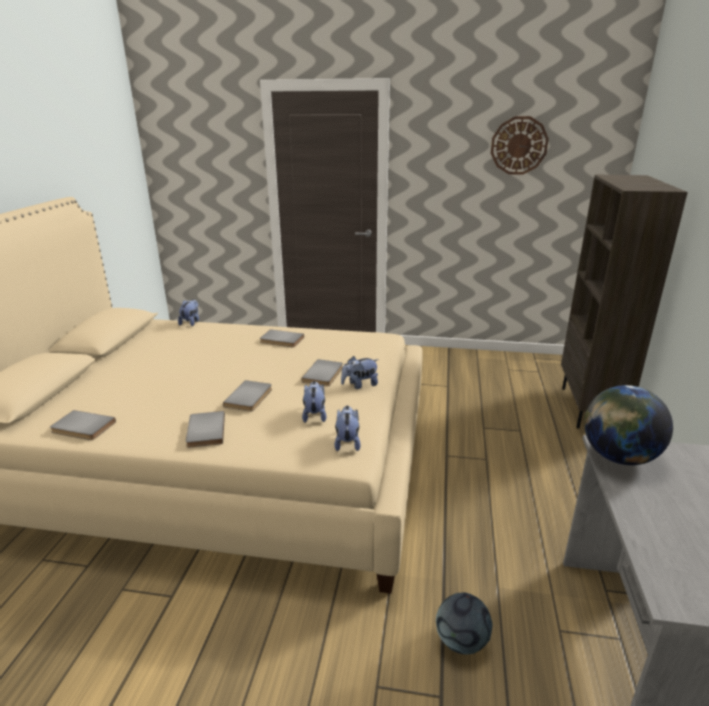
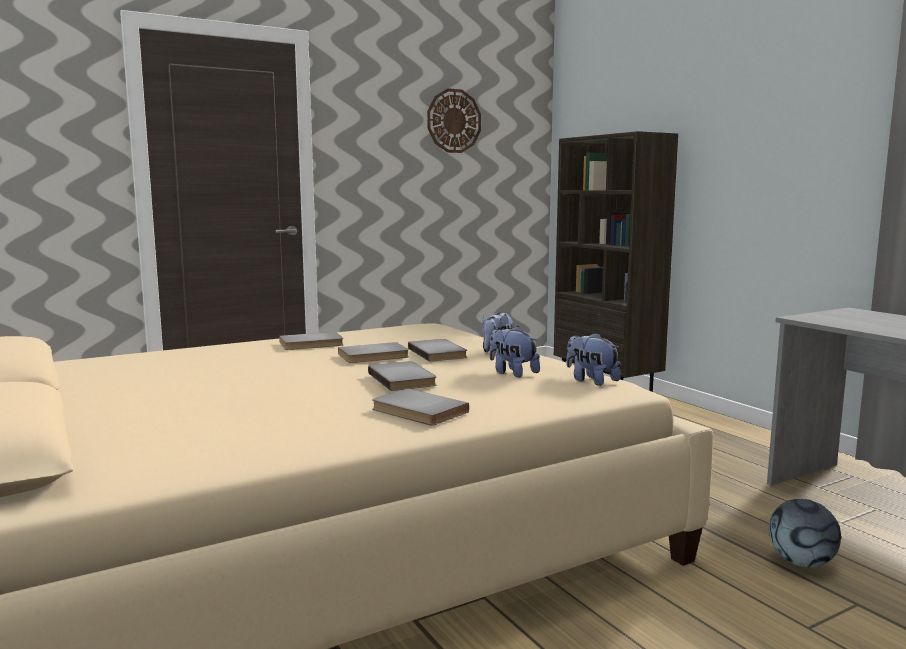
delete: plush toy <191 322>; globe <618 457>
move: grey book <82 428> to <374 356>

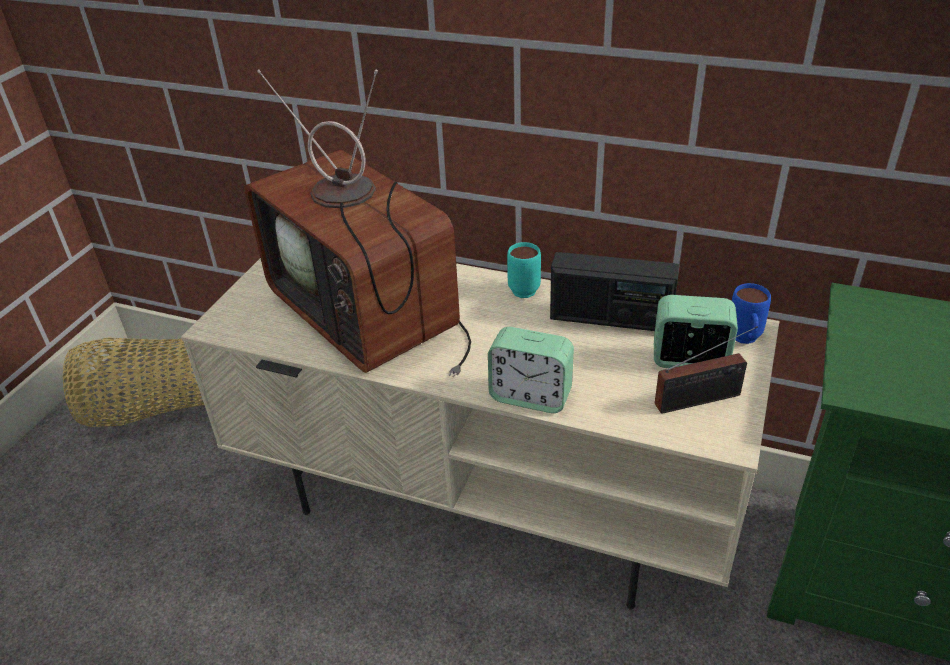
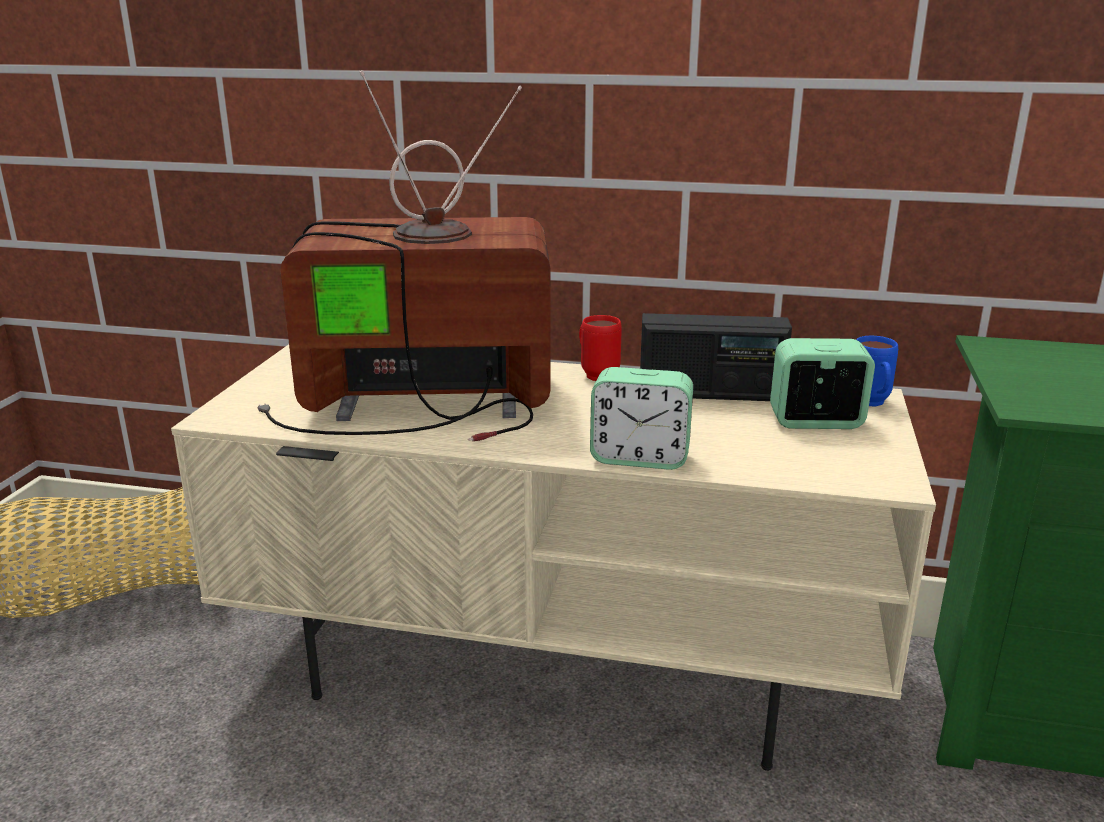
delete: radio <702 399>
recolor: turquoise mug <521 288> to red mug <595 374>
rotate: television <372 317> = <420 402> 135 degrees clockwise

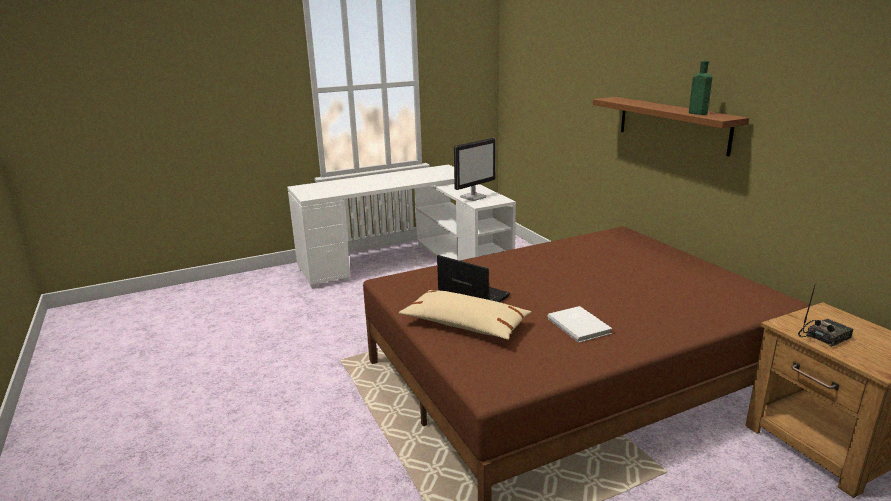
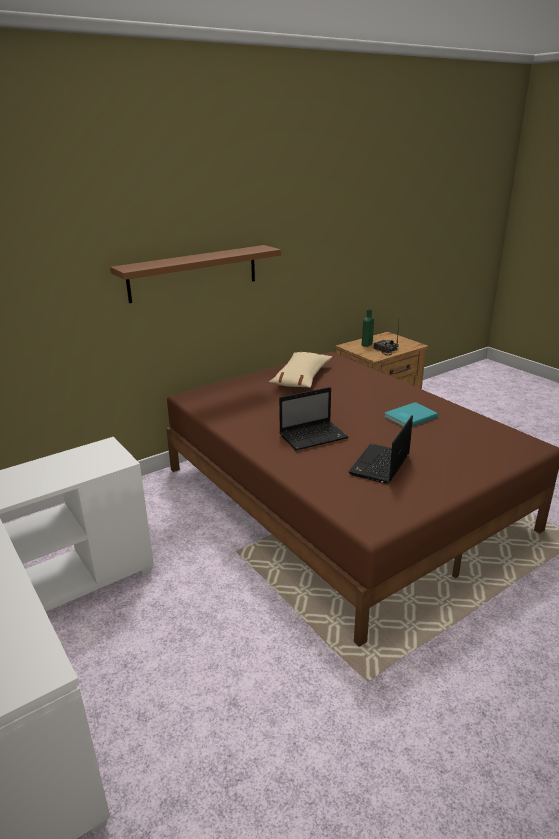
delete: monitor <473 197>
insert: laptop <314 436>
move: beige pillow <465 324> to <301 378>; green bottle <696 113> to <366 344>
recolor: white book <579 325> to turquoise book <409 416>

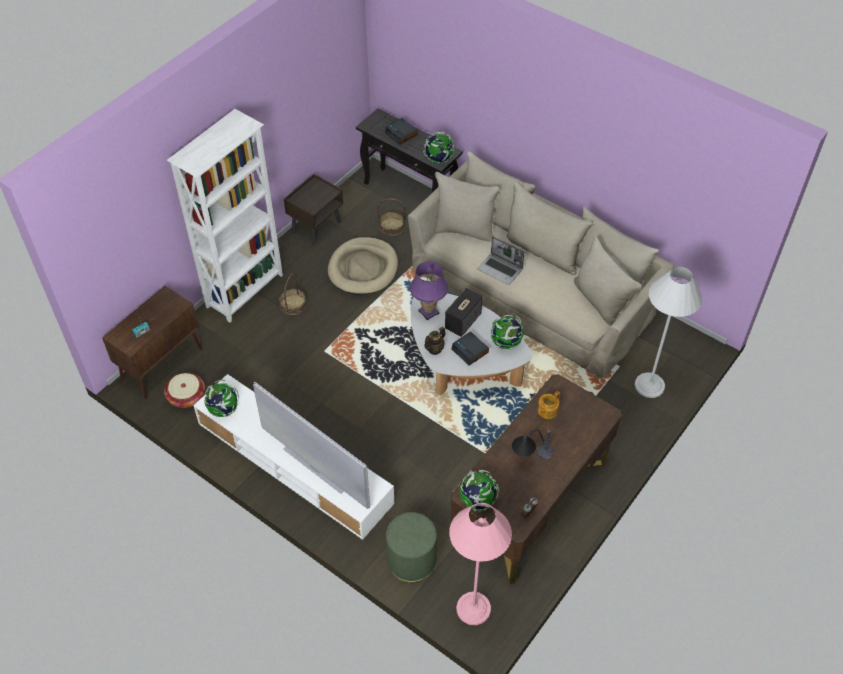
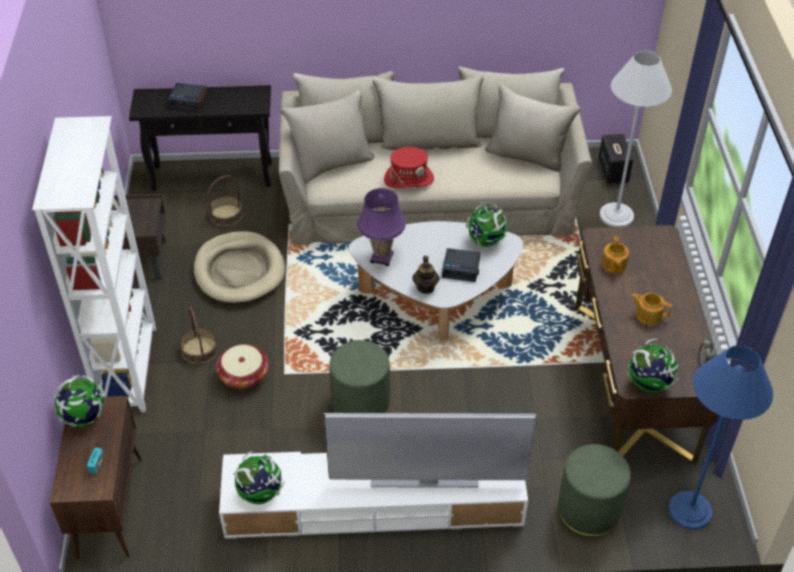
insert: green ottoman <360 404>
move: basket <186 397> to <244 376>; globe <438 160> to <84 417>; speaker <463 321> to <613 170>
replace: laptop <500 269> to red hat <409 179>; table lamp <530 458> to teapot <648 314>
recolor: pink floor lamp <473 608> to blue floor lamp <690 510>

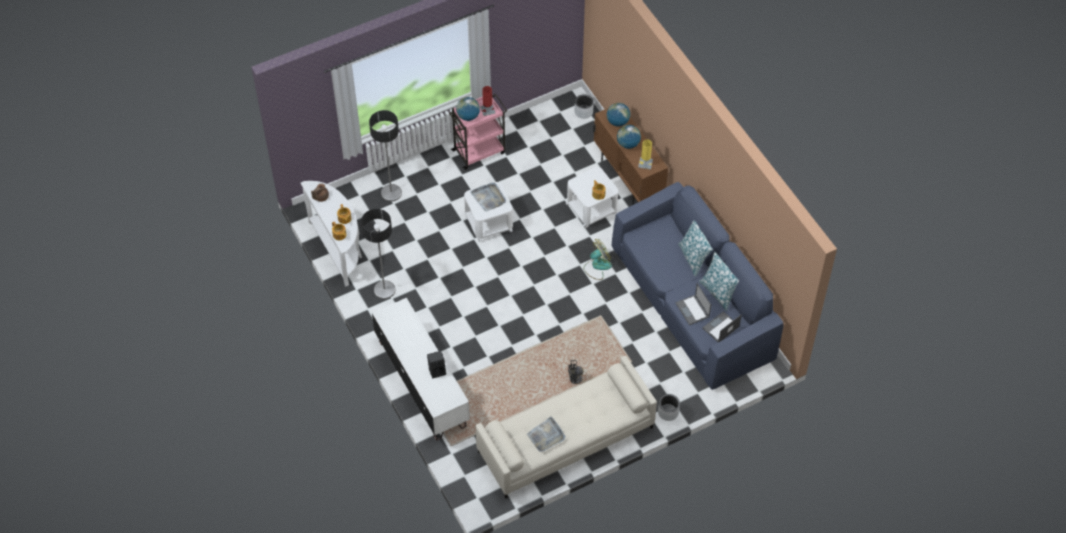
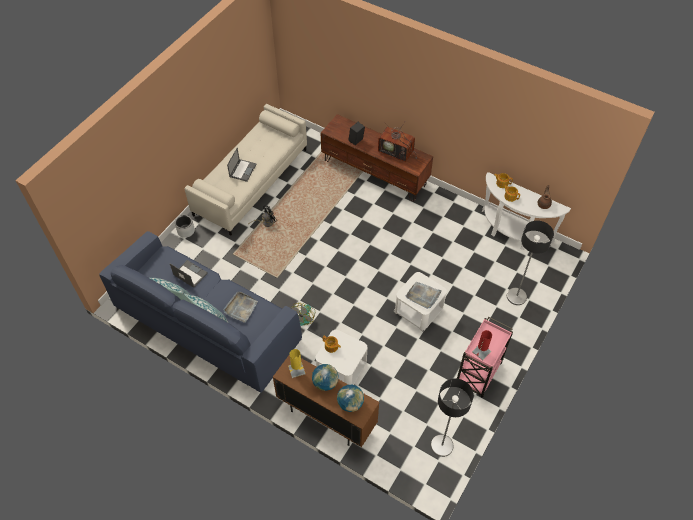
delete: globe <468 116>; grey planter <583 112>
insert: television <397 152>
move: floor lamp <384 290> to <441 446>; grey tray <546 436> to <240 308>; laptop <720 327> to <243 170>
recolor: white tv stand <422 383> to brown tv stand <375 172>

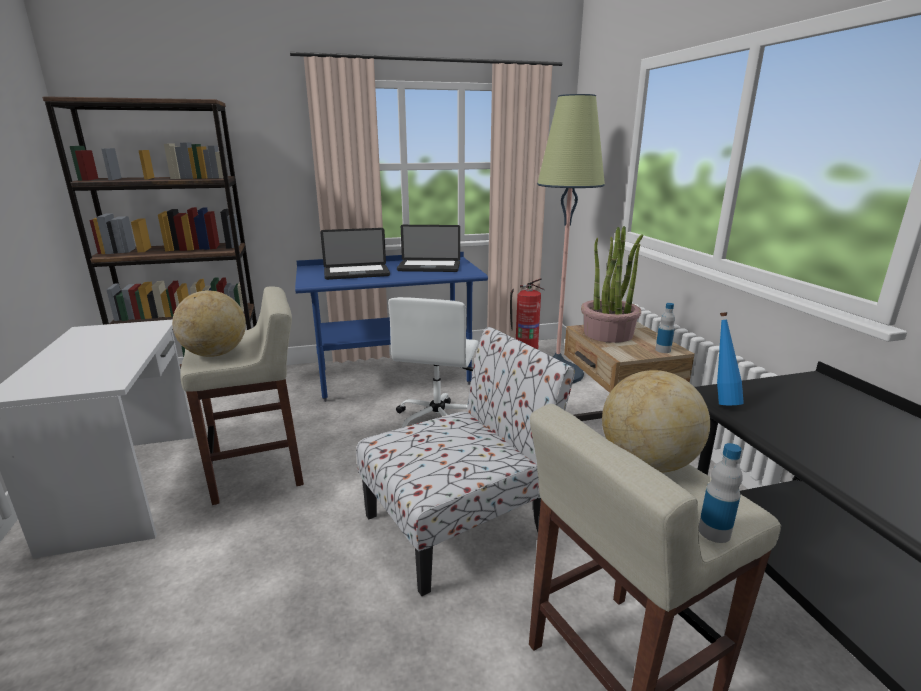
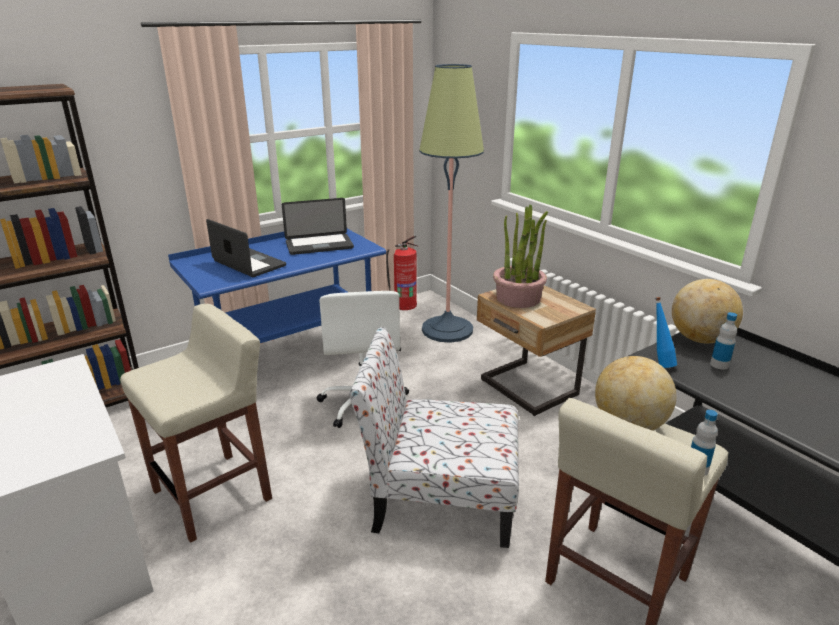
move: globe <215 354> to <700 339>; bottle <663 350> to <719 364>
rotate: laptop <356 273> = <249 263> 105 degrees counterclockwise; chair <460 523> = <440 498> 120 degrees counterclockwise

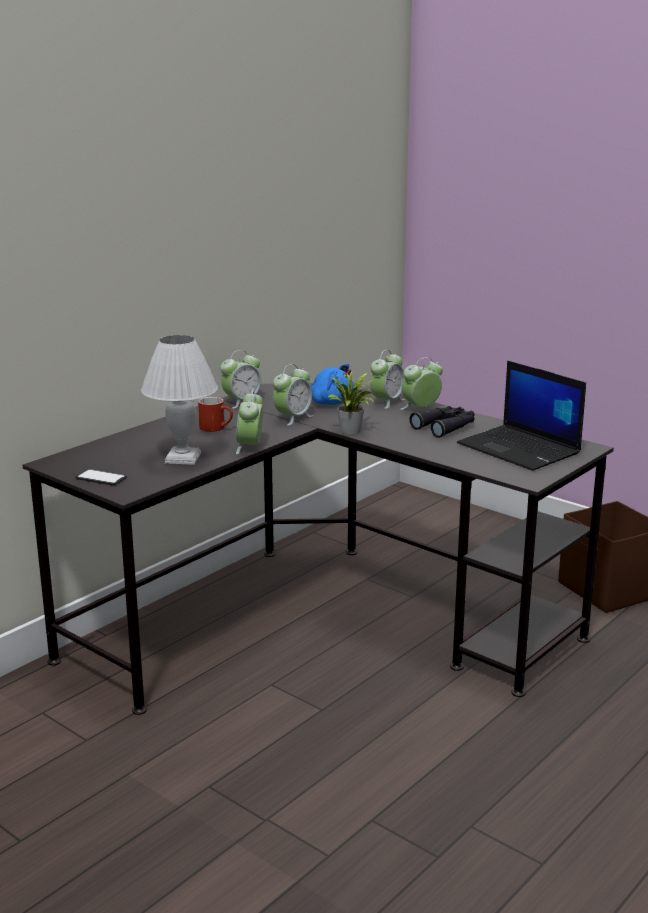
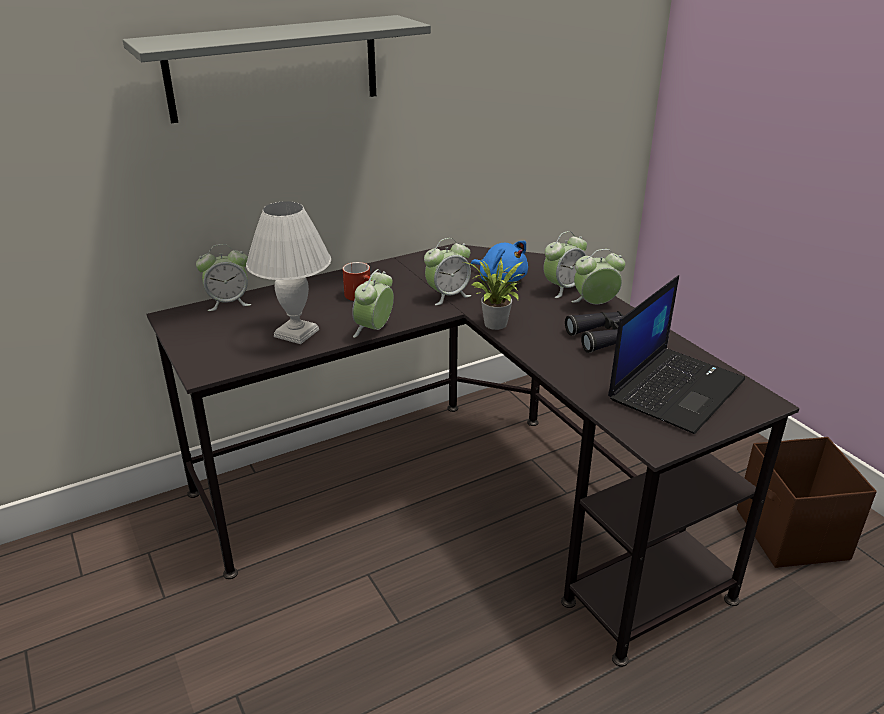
delete: phone <101 478>
insert: grey shelf <274 68>
move: alarm clock <242 402> to <228 303>
rotate: laptop <520 449> = <675 388> 120 degrees counterclockwise

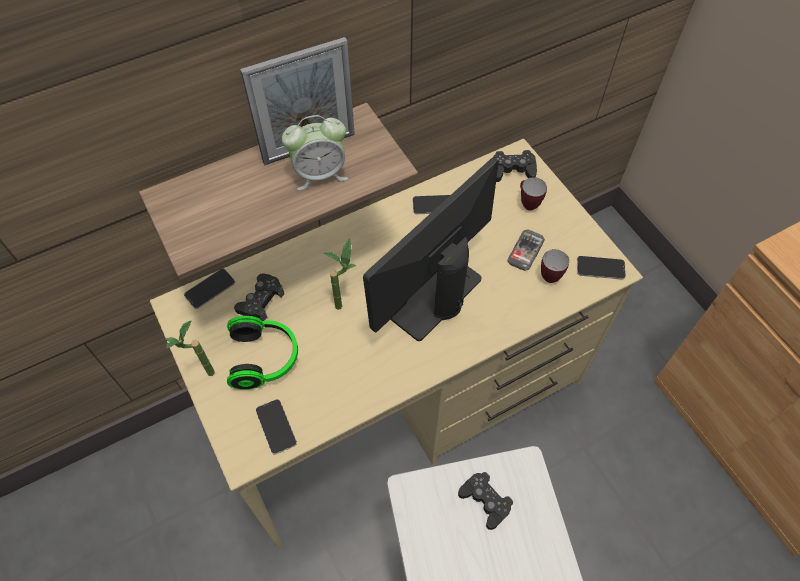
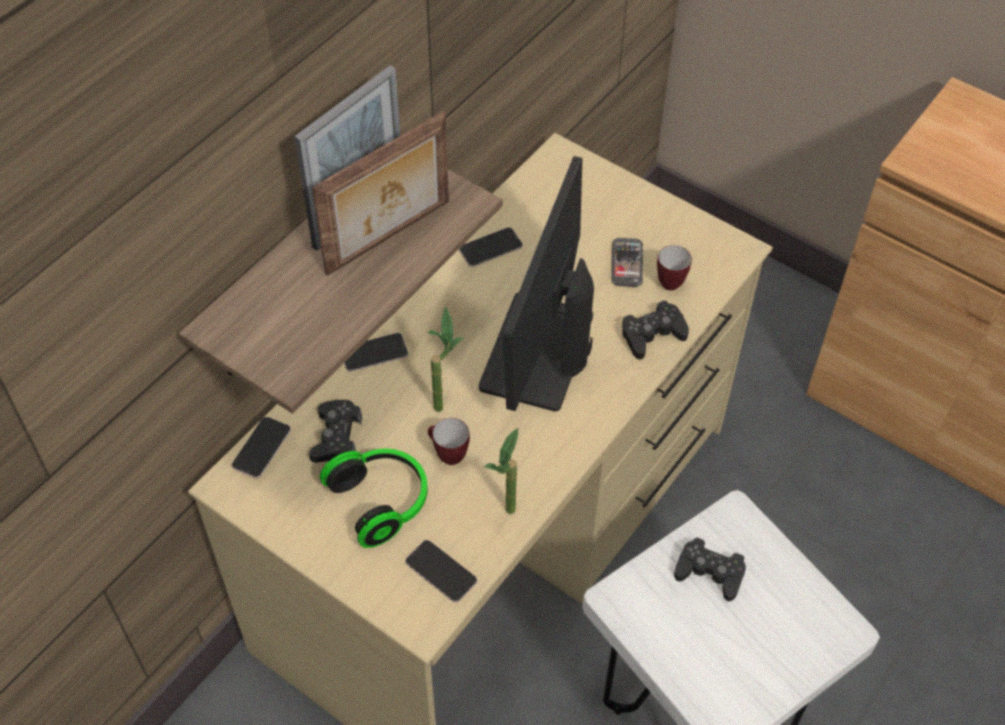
move: potted plant <204 378> to <506 518>; black game controller <512 170> to <652 334>; mug <527 203> to <447 455>; phone <600 268> to <374 353>
replace: alarm clock <319 174> to picture frame <390 238>

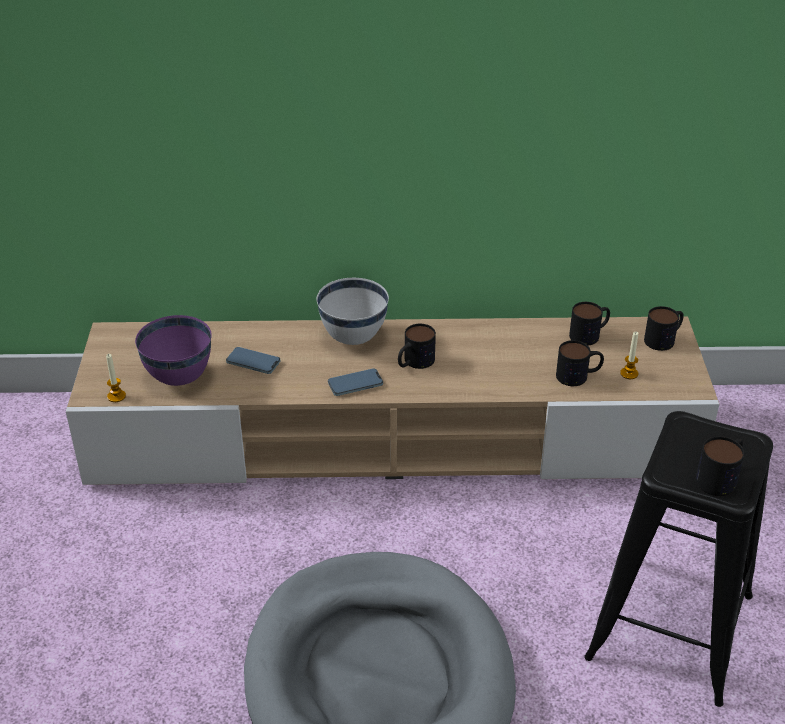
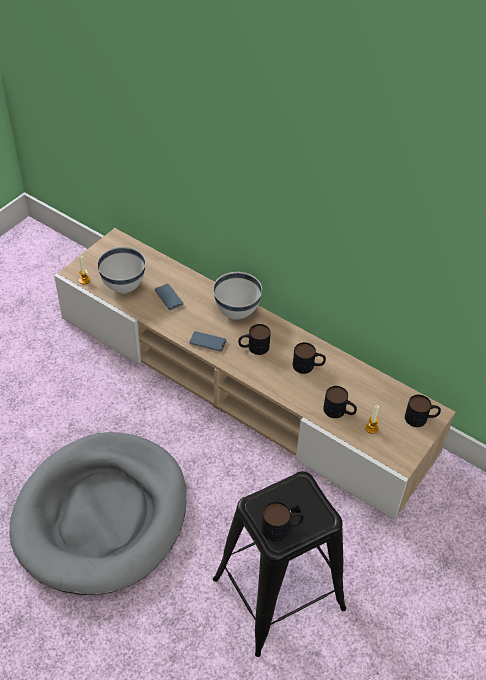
move: mug <590 334> to <308 366>
recolor: purple bowl <179 378> to white bowl <123 286>

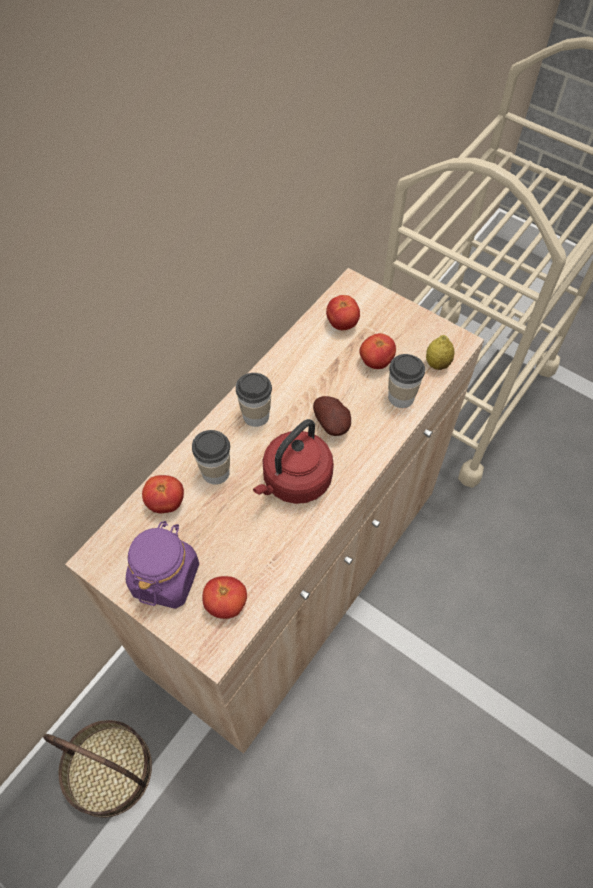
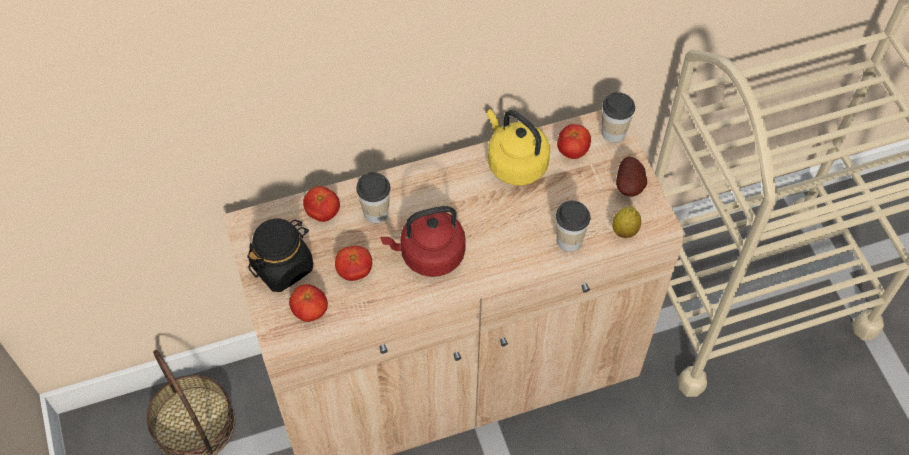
insert: yellow kettle <515 163>
move: cup <256 415> to <613 133>; potato <333 424> to <630 186>; tomato <376 361> to <355 271>
recolor: purple jar <165 577> to black jar <283 266>

